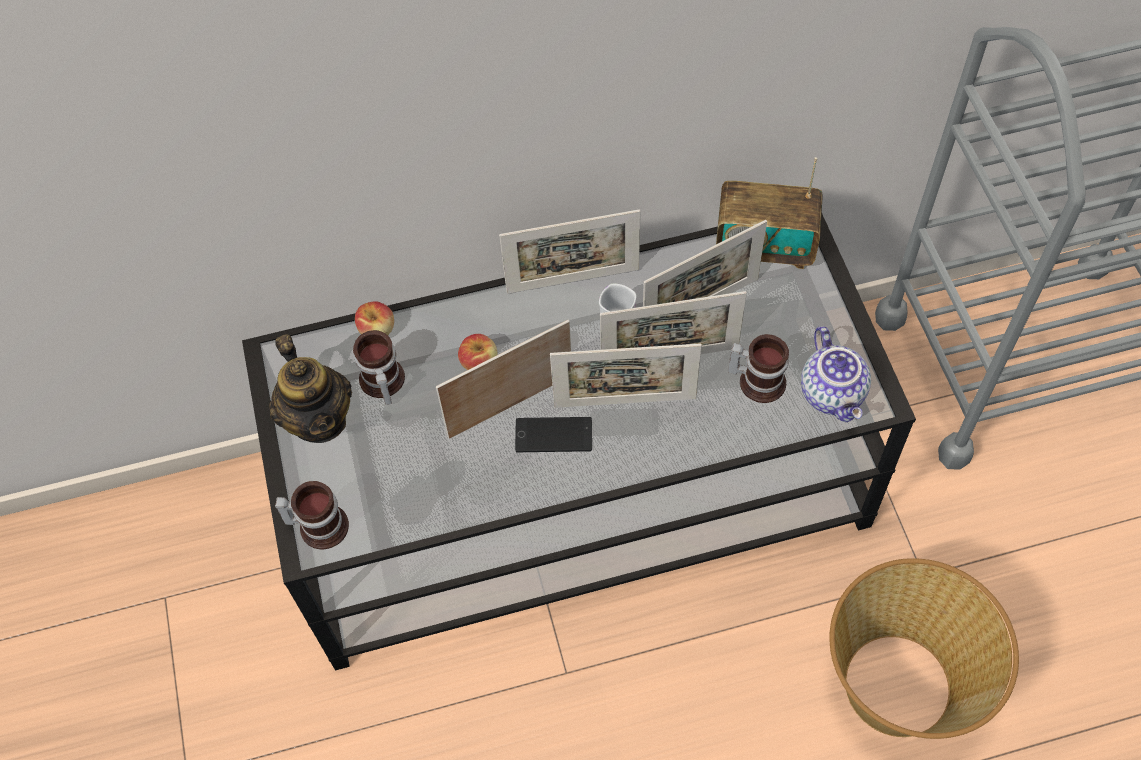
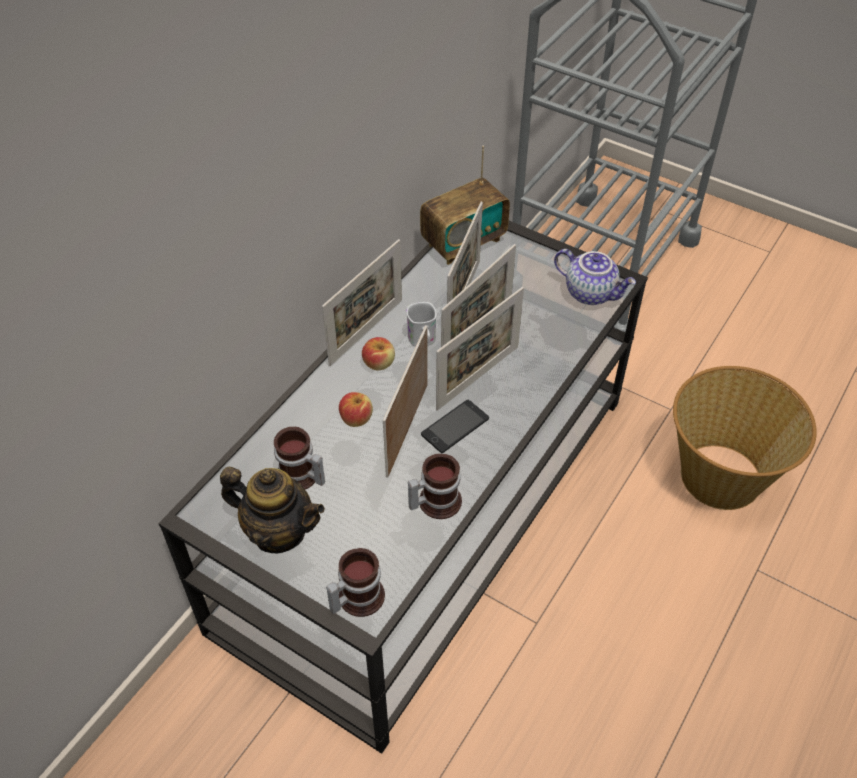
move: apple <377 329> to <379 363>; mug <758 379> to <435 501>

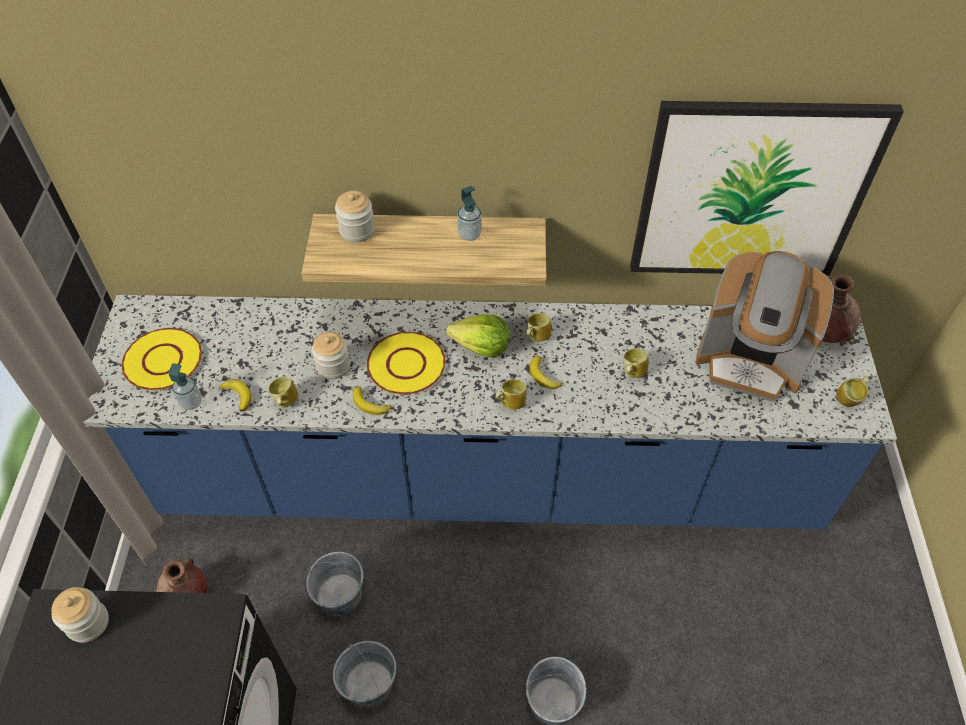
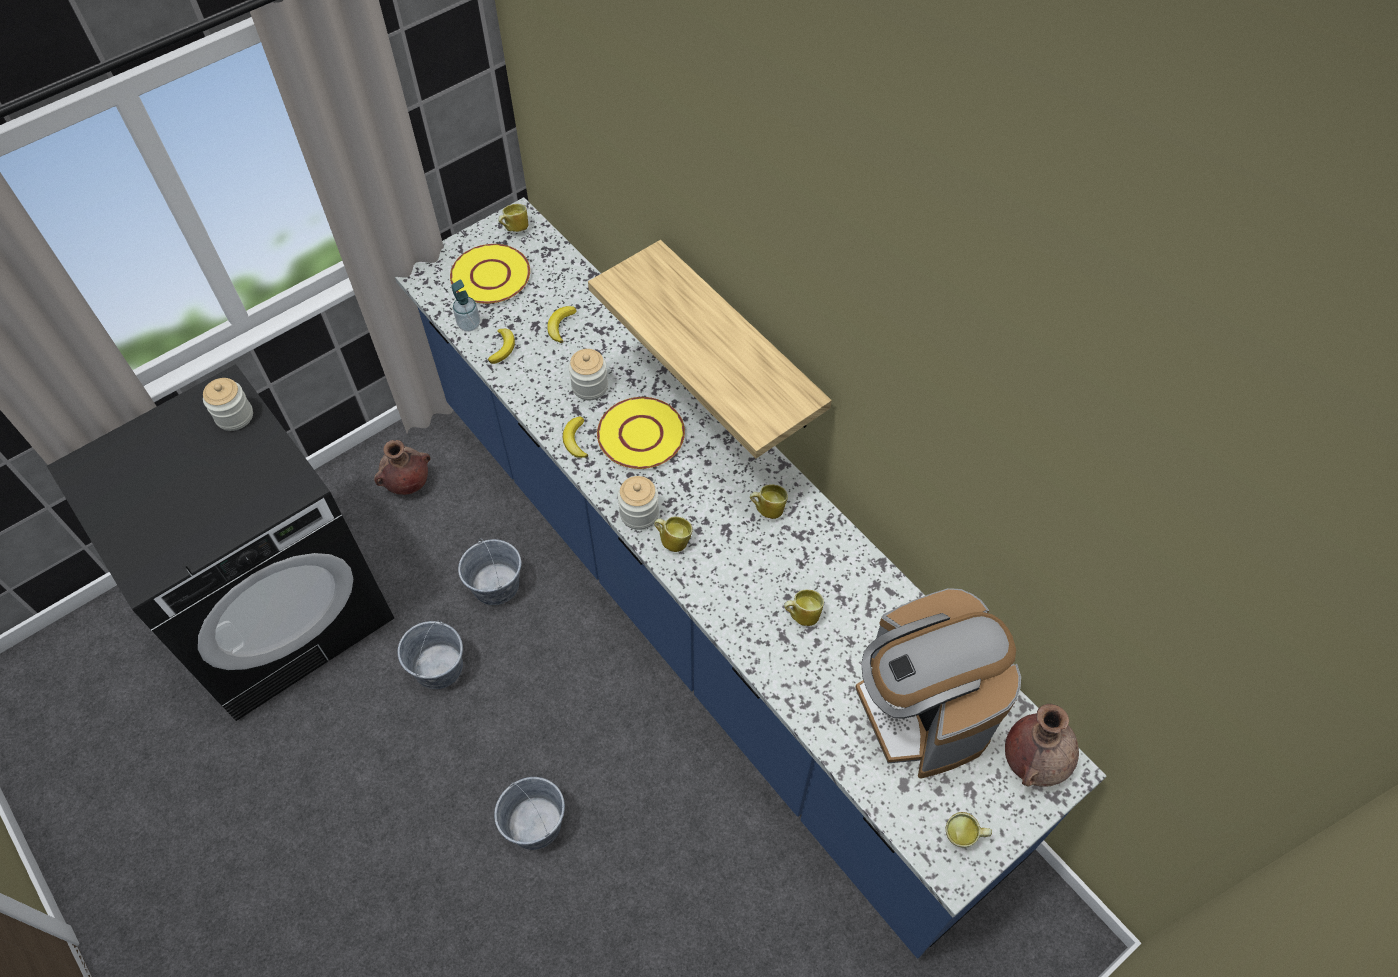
delete: lettuce <481 347>; soap dispenser <469 234>; picture <752 192>
move: mug <285 402> to <514 228>; jar <357 230> to <639 513>; banana <542 376> to <560 325>

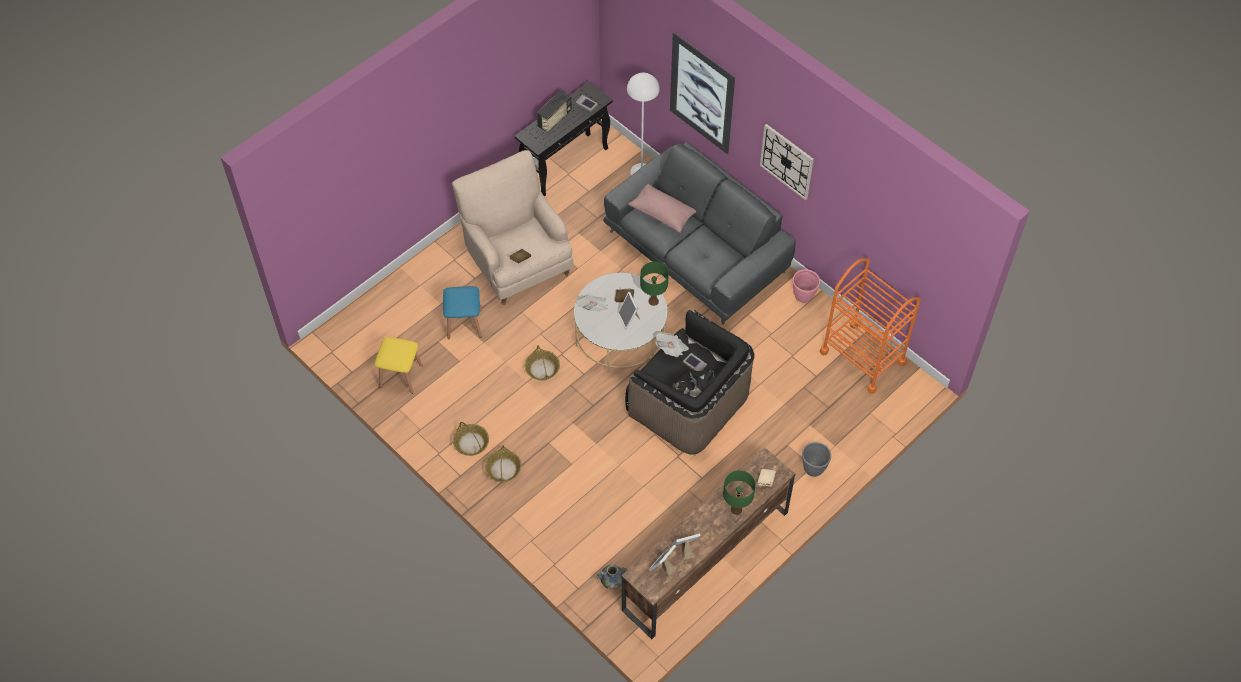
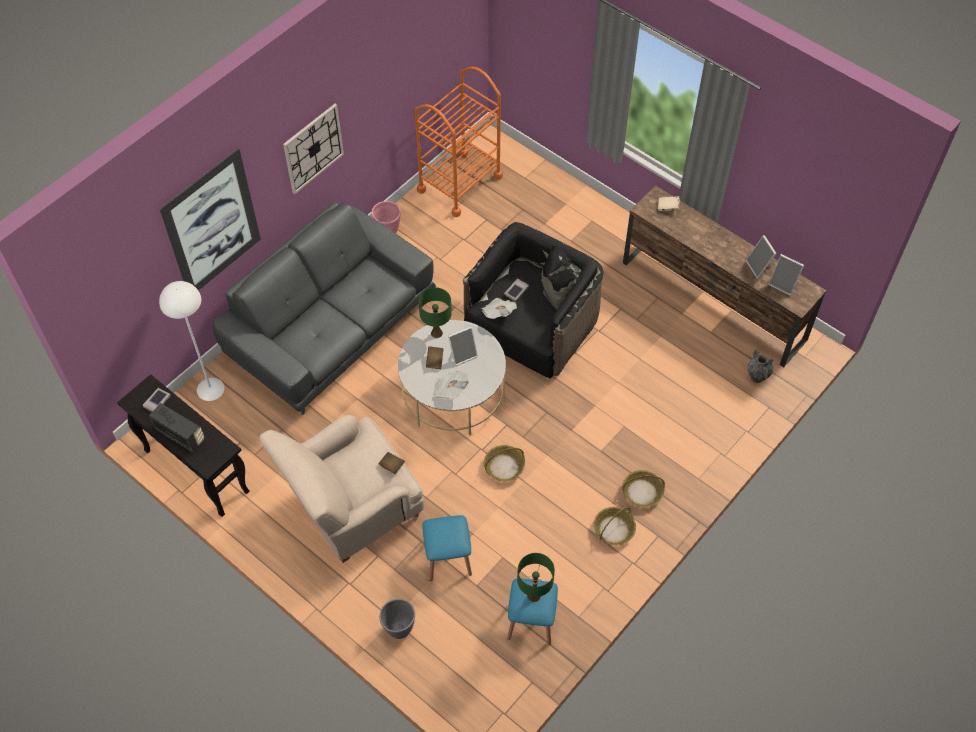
delete: pink pillow <663 213>
move: green table lamp <736 509> to <534 595>; grey planter <813 469> to <399 629>
recolor: yellow stool <401 376> to blue stool <531 621>

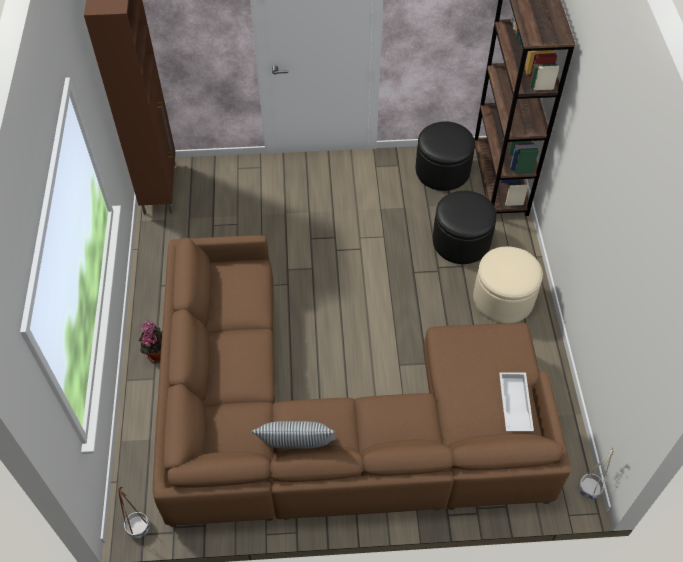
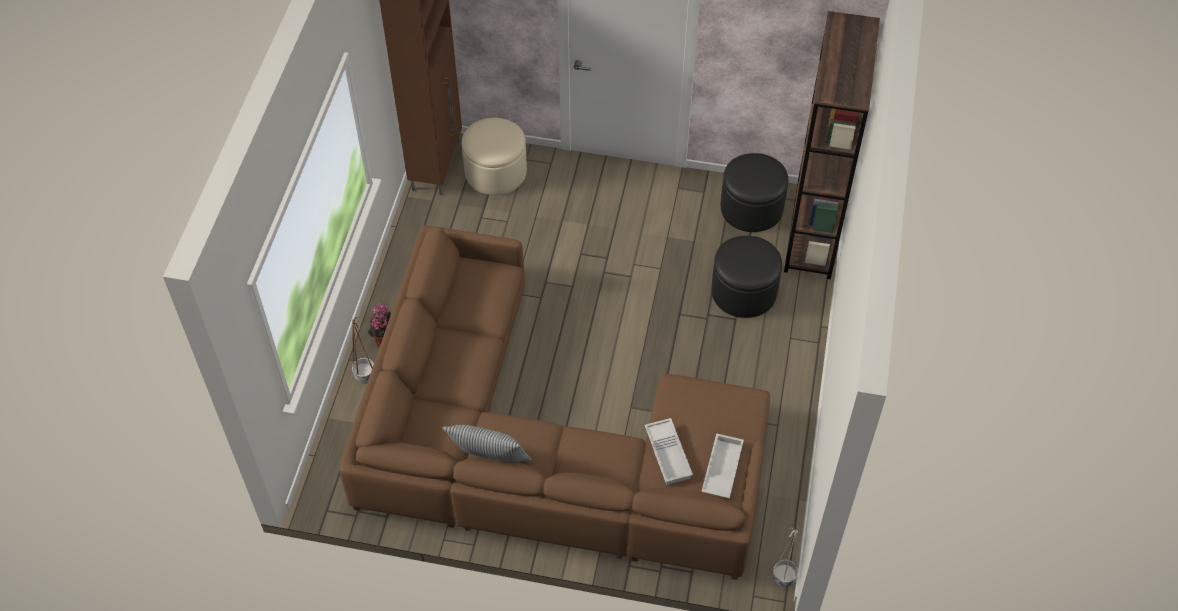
insert: white tray <669 454>
move: brown planter <139 528> to <365 374>; beige ottoman <503 298> to <496 172>

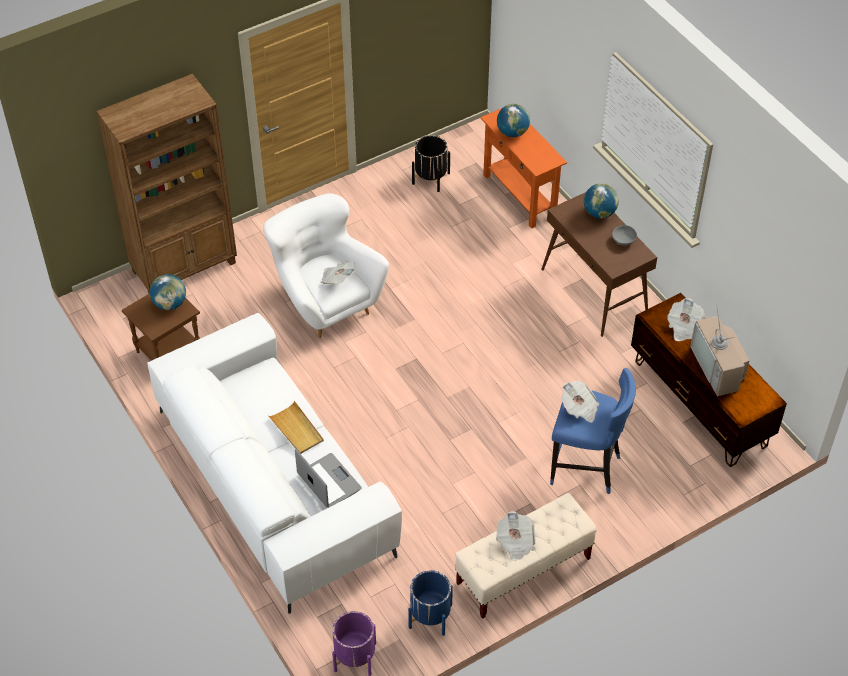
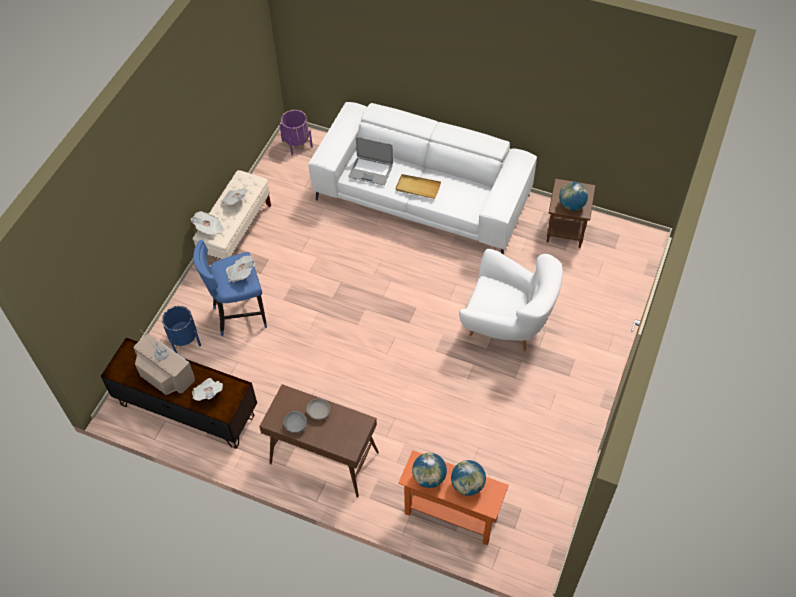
delete: brown bookcase <185 267>; black planter <431 178>
insert: grey bowl <319 412>
move: newspaper <337 279> to <209 228>; blue planter <430 616> to <184 340>; globe <599 213> to <429 477>

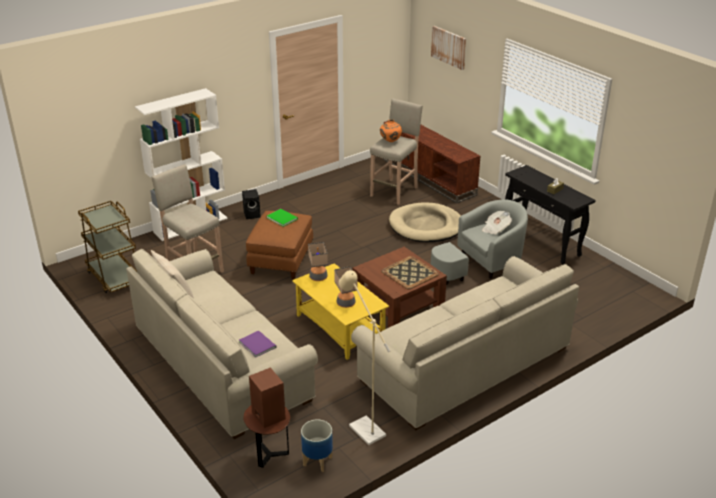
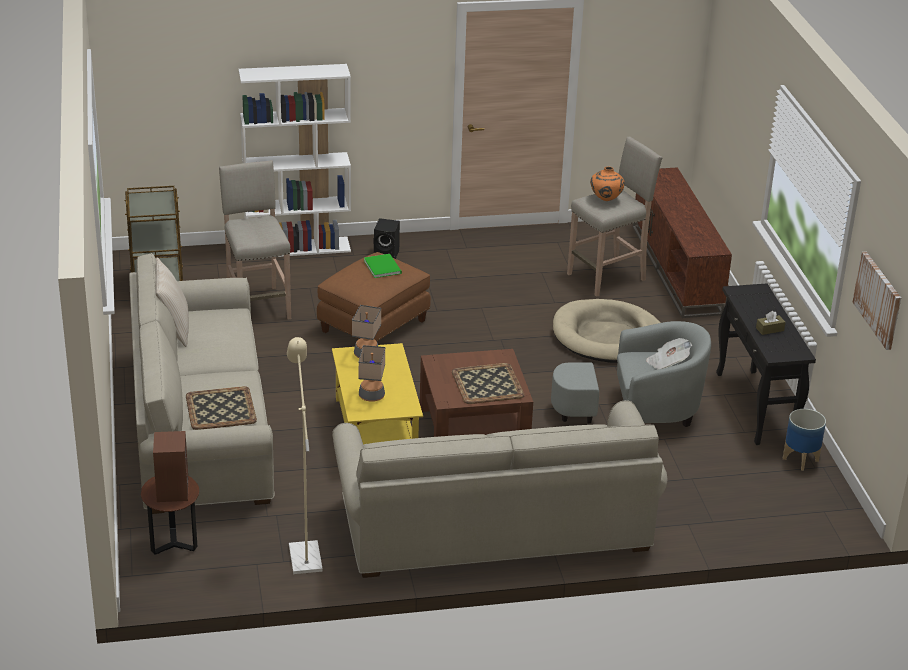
move: planter <317 462> to <800 460>; picture <449 47> to <878 299>
replace: purple book <257 344> to tray <221 408>

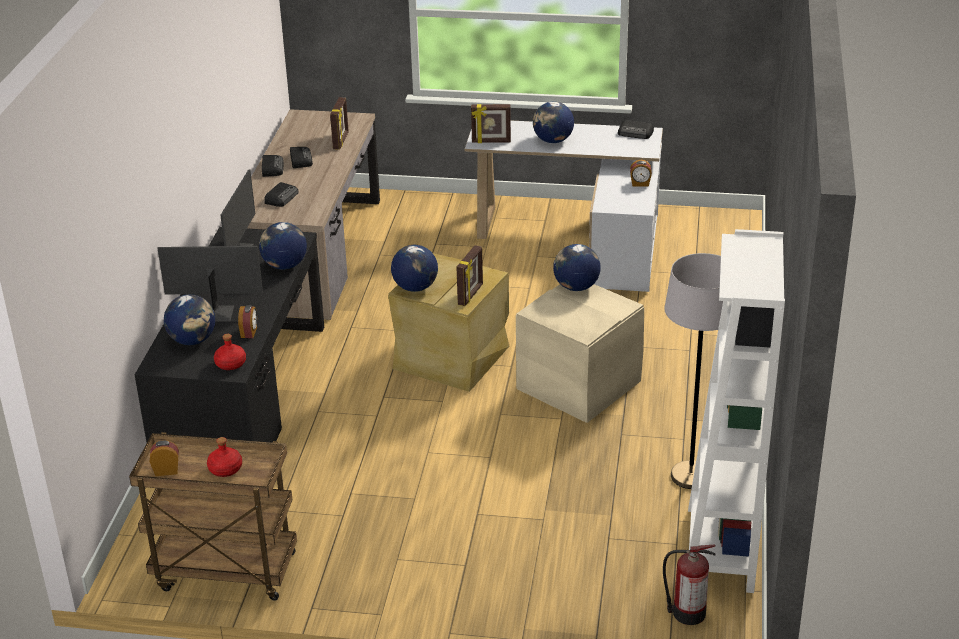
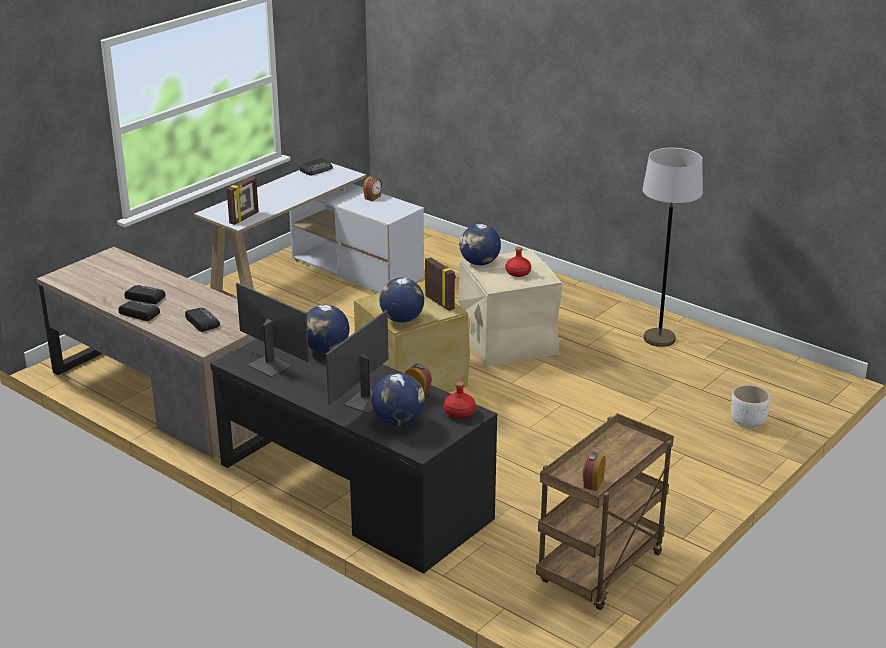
delete: picture frame <341 141>; globe <553 141>; fire extinguisher <686 613>; white bookcase <720 549>
insert: white planter <747 422>
move: red bottle <225 469> to <517 273>

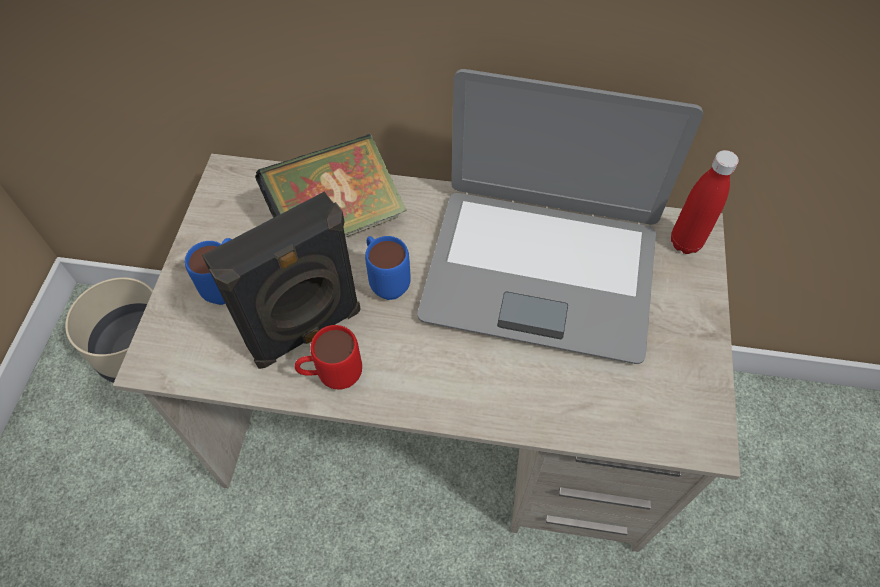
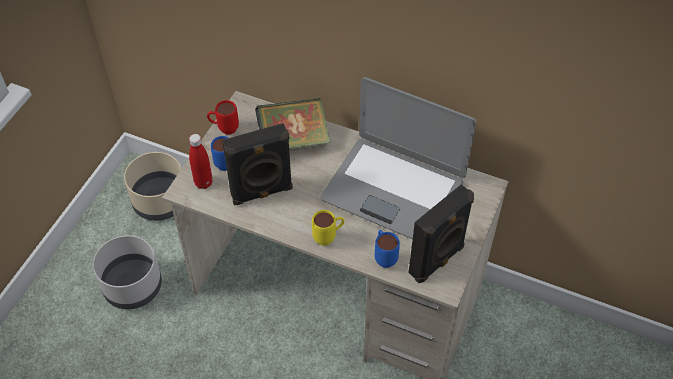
insert: grey planter <132 286>; yellow mug <328 237>; black speaker <437 261>
move: red mug <332 377> to <224 129>; blue mug <386 281> to <384 257>; red bottle <685 243> to <203 183>

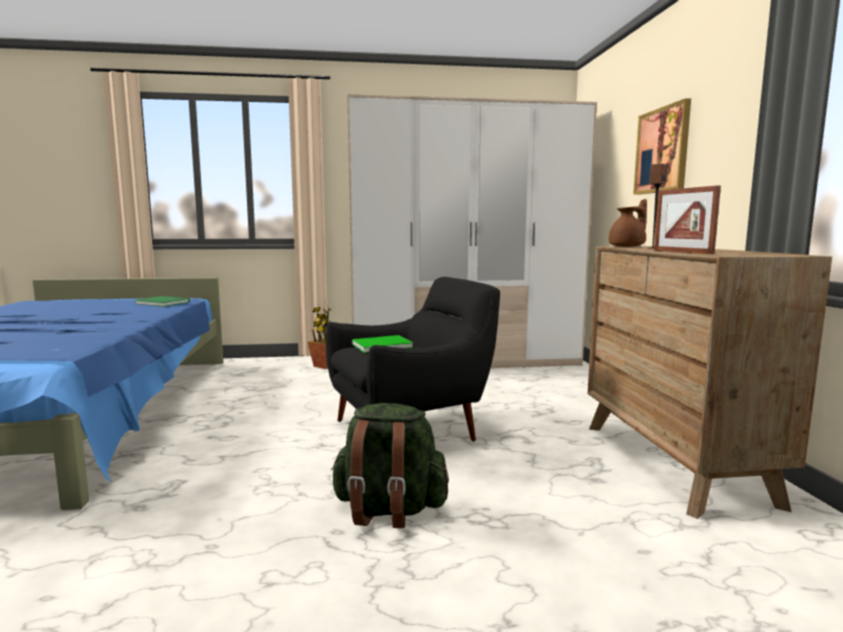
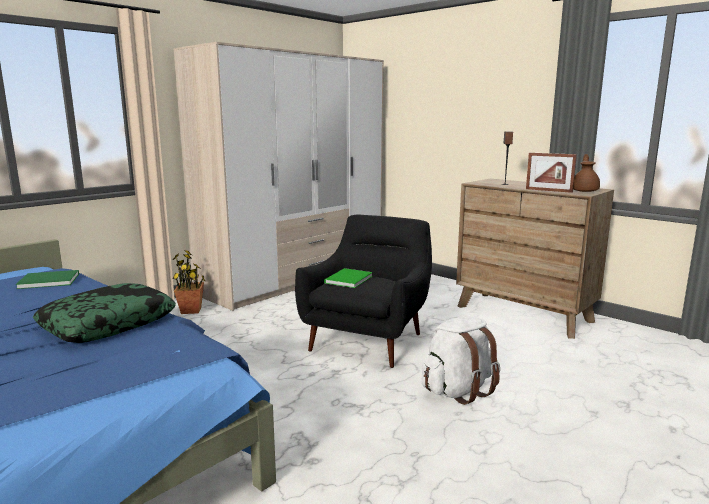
delete: picture <662 150>
insert: pillow <108 324>
move: brown teapot <628 246> to <585 191>
recolor: green backpack <389 510> to white backpack <458 391>

